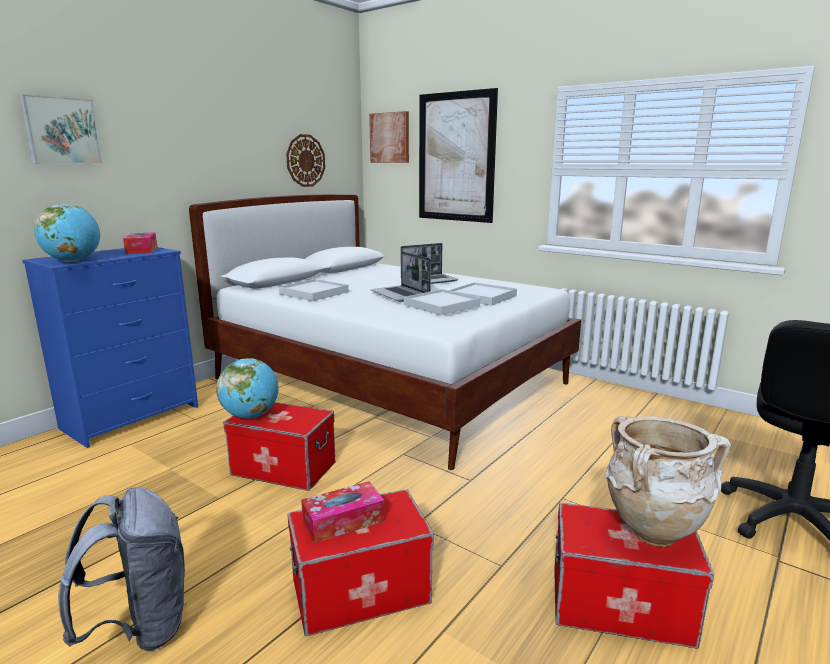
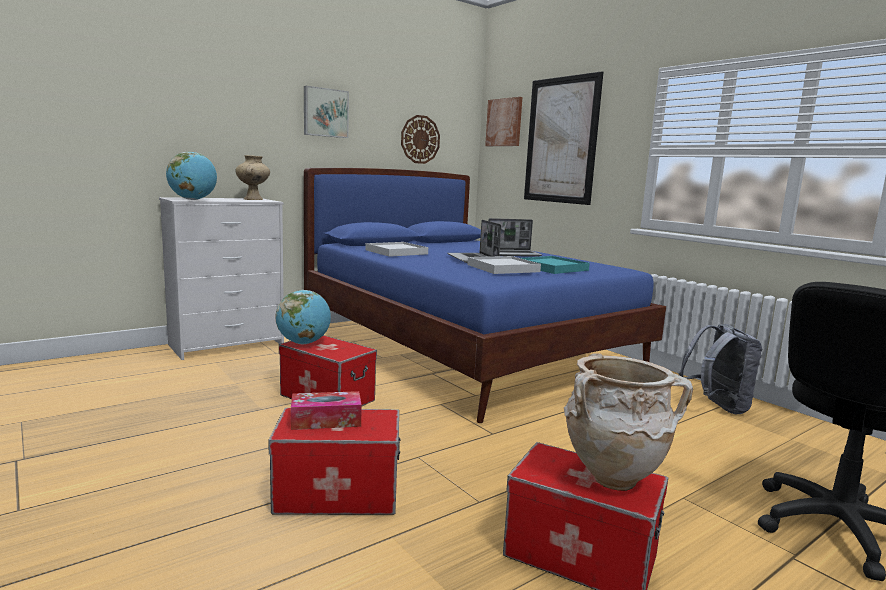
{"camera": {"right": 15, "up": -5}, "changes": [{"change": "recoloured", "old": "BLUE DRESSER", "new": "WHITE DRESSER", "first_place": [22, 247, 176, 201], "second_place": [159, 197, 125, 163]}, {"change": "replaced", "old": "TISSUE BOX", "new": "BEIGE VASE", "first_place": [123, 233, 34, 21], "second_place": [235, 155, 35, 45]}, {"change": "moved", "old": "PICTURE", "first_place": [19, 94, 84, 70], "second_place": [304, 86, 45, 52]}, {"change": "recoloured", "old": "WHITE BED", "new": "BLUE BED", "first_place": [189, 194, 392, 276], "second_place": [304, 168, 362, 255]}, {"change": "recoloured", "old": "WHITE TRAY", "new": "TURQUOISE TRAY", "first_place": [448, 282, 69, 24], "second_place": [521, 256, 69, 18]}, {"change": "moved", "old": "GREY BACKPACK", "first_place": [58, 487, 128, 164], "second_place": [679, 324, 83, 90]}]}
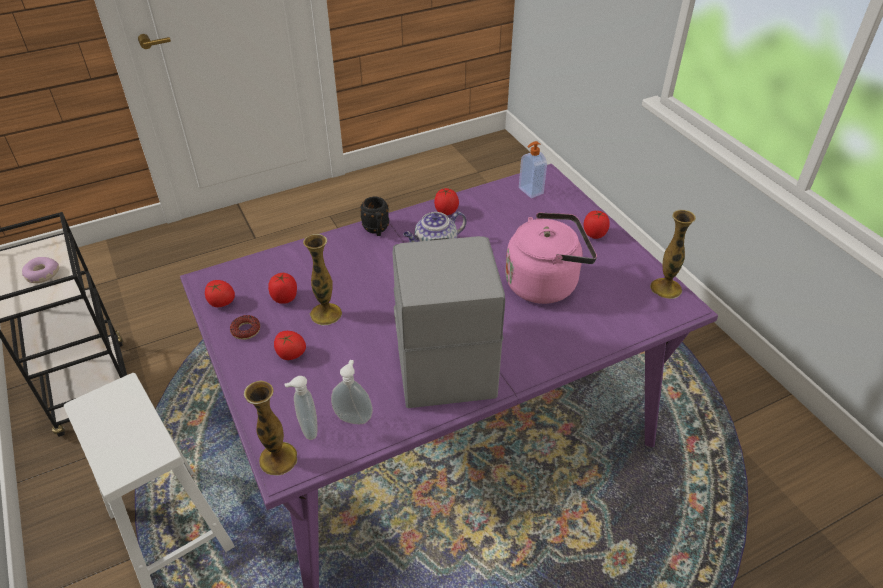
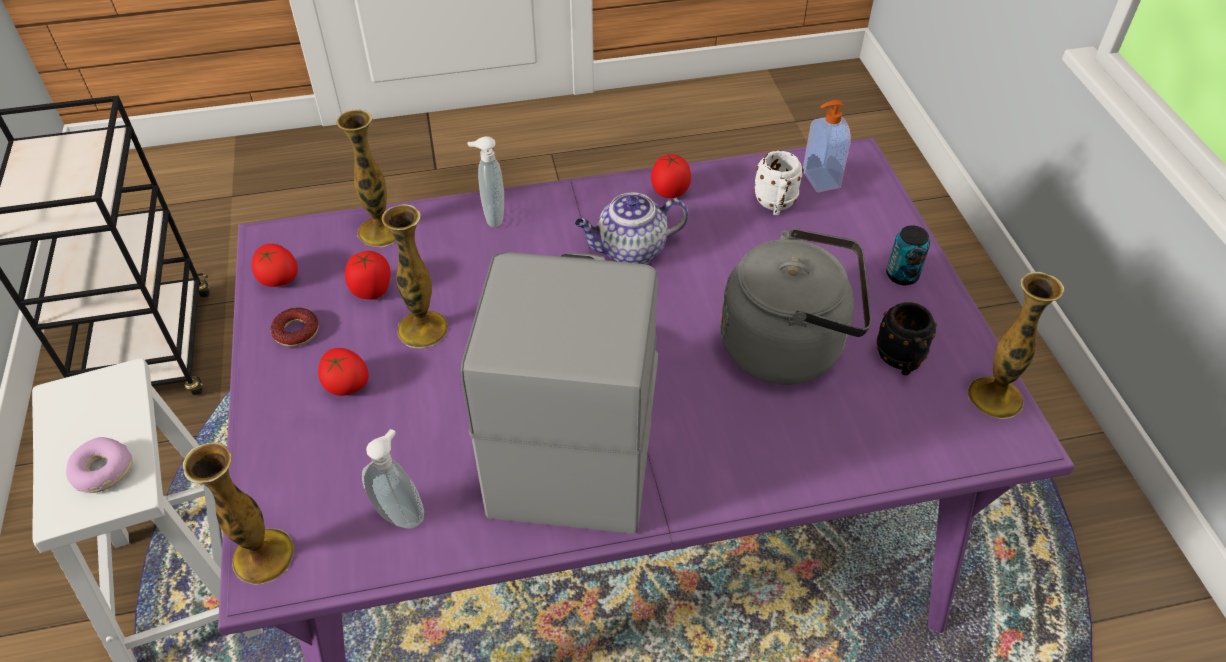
{"camera": {"right": 15, "up": 5}, "changes": [{"change": "moved", "old": "DONUT", "first_place": [22, 257, 37, 26], "second_place": [66, 437, 66, 56]}, {"change": "added", "new": "VASE", "second_place": [336, 109, 60, 138]}, {"change": "moved", "old": "SOAP DISPENSER", "first_place": [284, 376, 33, 64], "second_place": [467, 136, 37, 91]}, {"change": "recoloured", "old": "PINK KETTLE", "new": "GREY KETTLE", "first_place": [505, 212, 92, 92], "second_place": [721, 228, 150, 157]}, {"change": "added", "new": "WHITE MUG", "second_place": [754, 151, 50, 64]}, {"change": "moved", "old": "BLACK MUG", "first_place": [360, 197, 29, 39], "second_place": [877, 302, 60, 73]}, {"change": "replaced", "old": "TOMATO", "new": "CAN", "first_place": [584, 211, 26, 28], "second_place": [886, 225, 44, 60]}]}
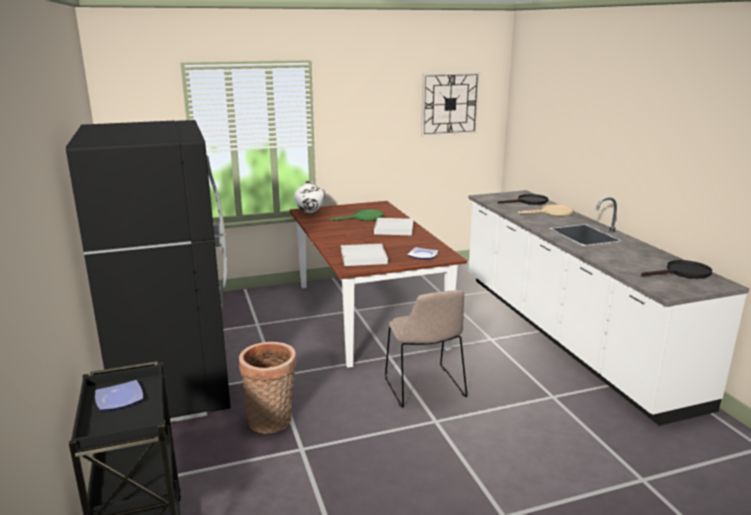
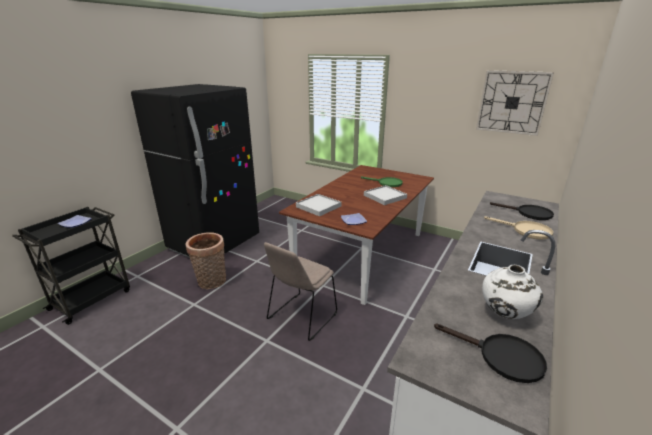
{"camera": {"right": 50, "up": 5}, "changes": [{"change": "moved", "old": "WHITE VASE", "first_place": [294, 181, 31, 32], "second_place": [482, 265, 61, 54]}]}
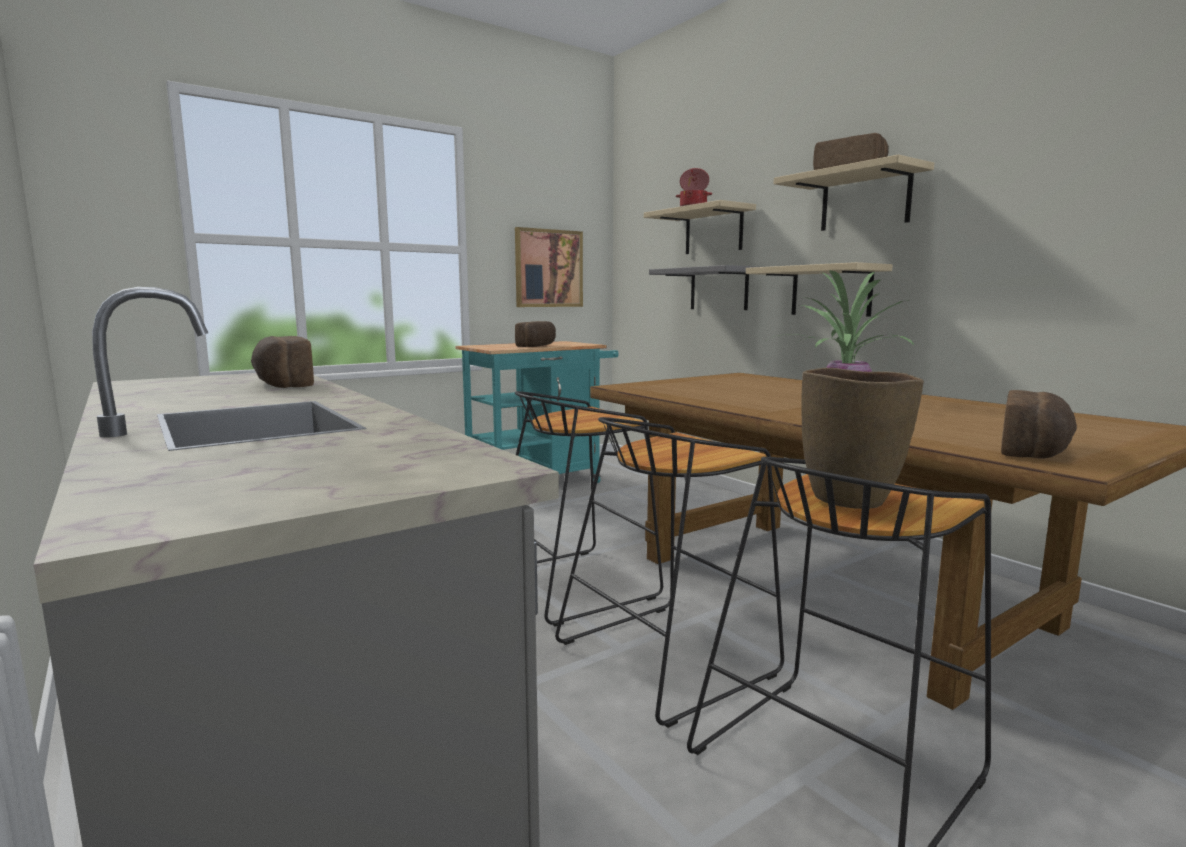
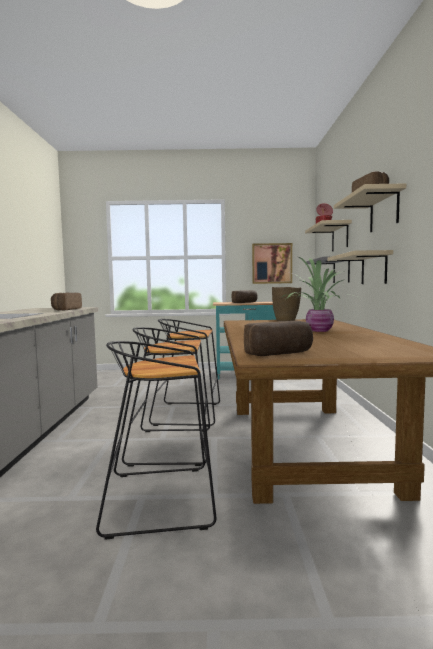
{"camera": {"right": 35, "up": -5}, "changes": [{"change": "moved", "old": "BROWN VASE", "first_place": [801, 368, 123, 141], "second_place": [272, 287, 29, 34]}]}
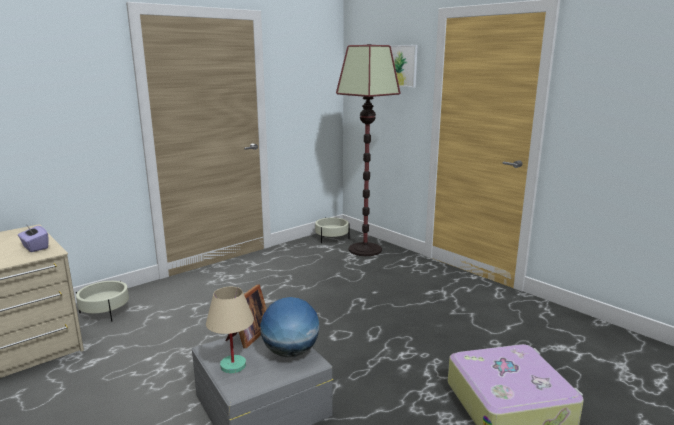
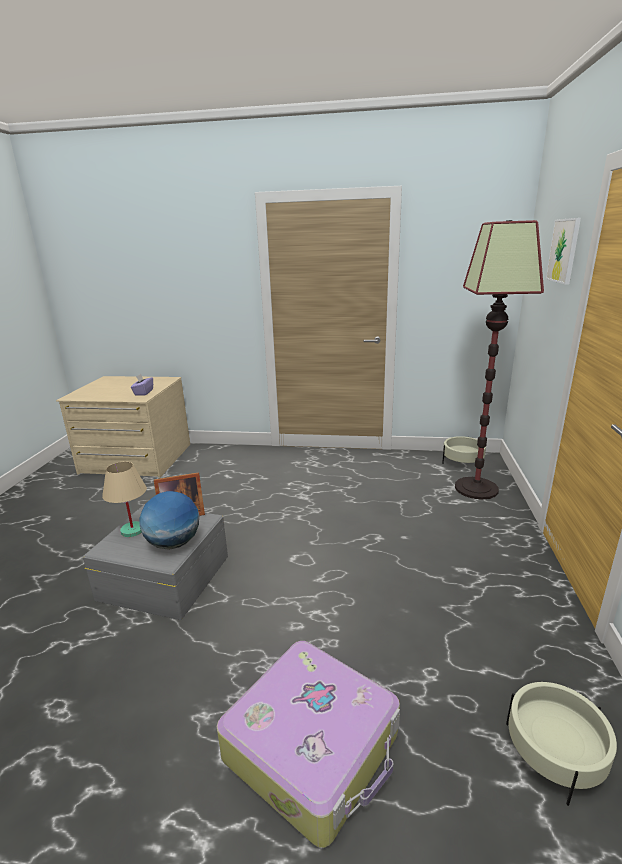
{"camera": {"right": 50, "up": 5}, "changes": [{"change": "moved", "old": "BEIGE PLANTER", "first_place": [76, 281, 53, 41], "second_place": [506, 682, 111, 124]}]}
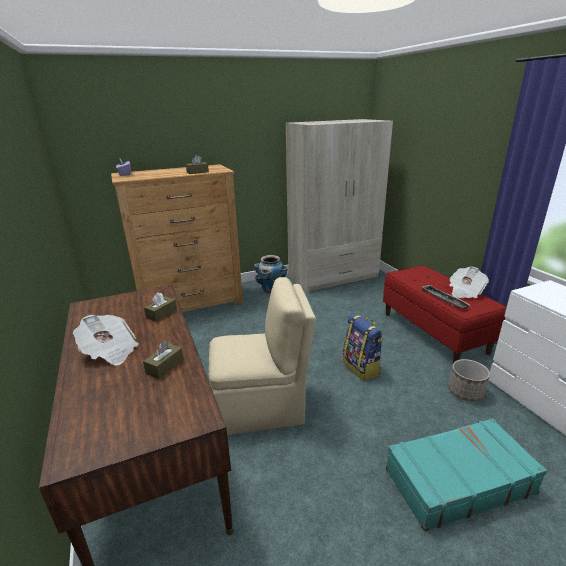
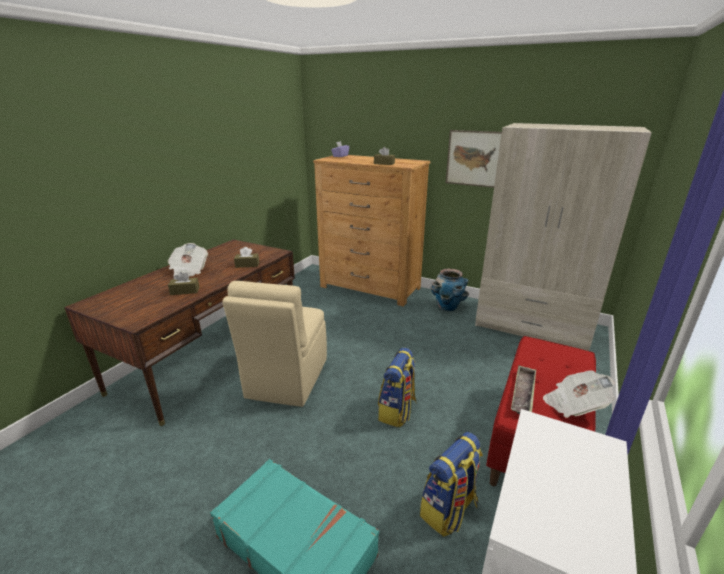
{"camera": {"right": 50, "up": 0}, "changes": [{"change": "turned", "old": "BEIGE CHAIR", "first_place": [209, 277, 107, 158], "second_place": [222, 281, 105, 126], "degrees": 60}, {"change": "replaced", "old": "PLANTER", "new": "BACKPACK", "first_place": [449, 359, 41, 43], "second_place": [420, 432, 63, 105]}, {"change": "added", "new": "PICTURE", "second_place": [445, 130, 57, 58]}]}
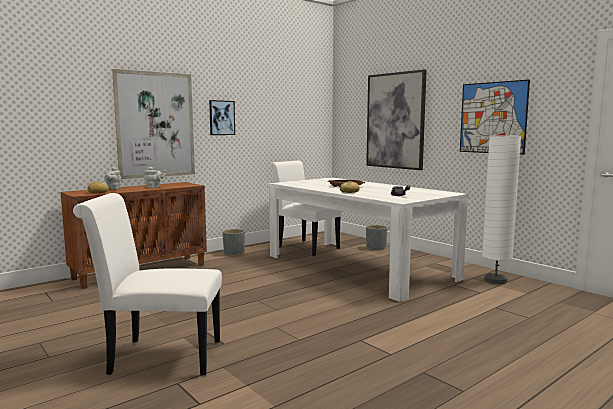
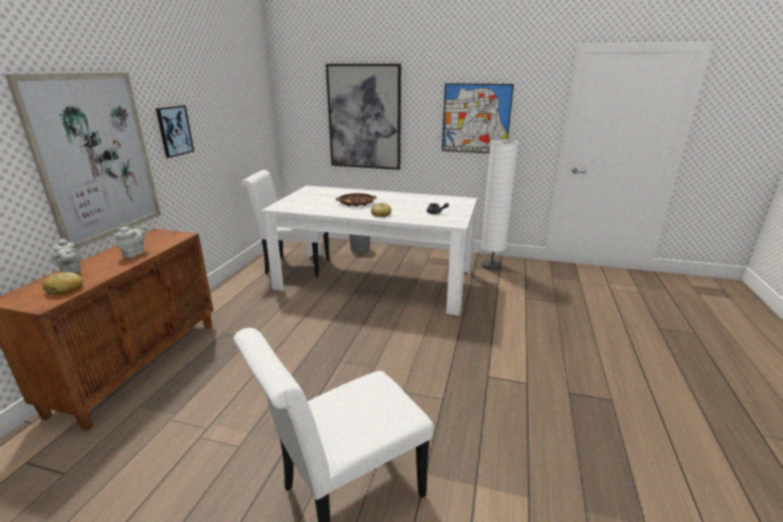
{"camera": {"right": -35, "up": 15}, "changes": [{"change": "removed", "old": "GREY PLANTER", "first_place": [222, 229, 23, 27]}]}
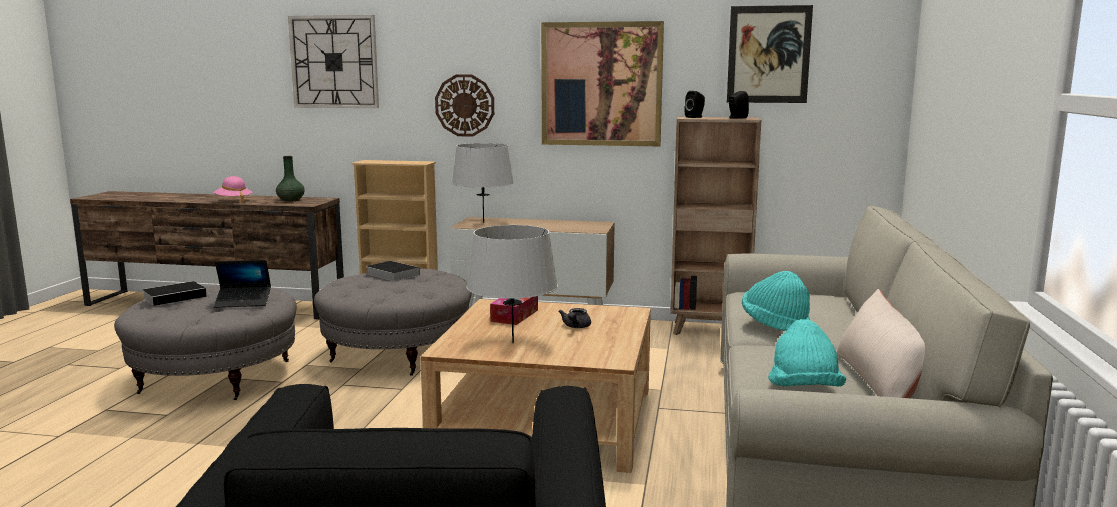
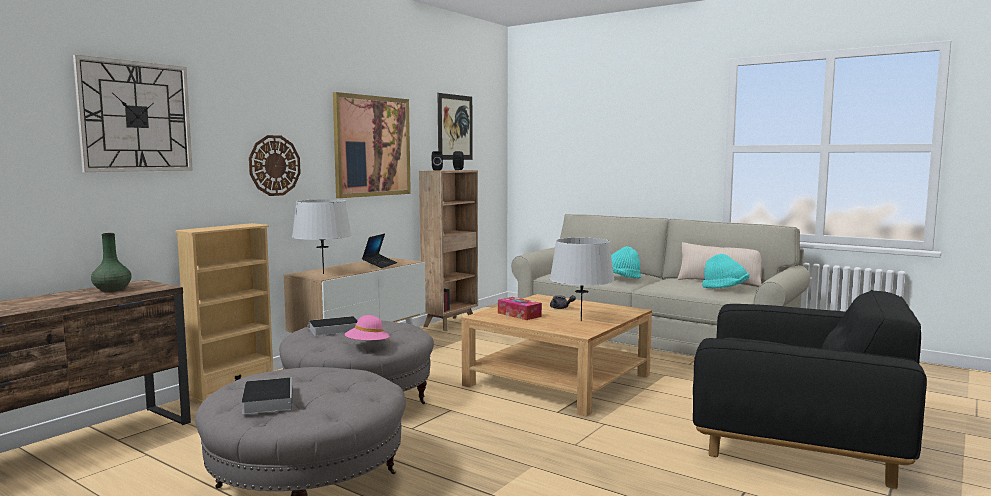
{"camera": {"right": -65, "up": -5}, "changes": [{"change": "moved", "old": "PINK HAT", "first_place": [214, 176, 39, 27], "second_place": [345, 315, 44, 25]}, {"change": "moved", "old": "LAPTOP", "first_place": [214, 260, 57, 48], "second_place": [362, 234, 35, 34]}]}
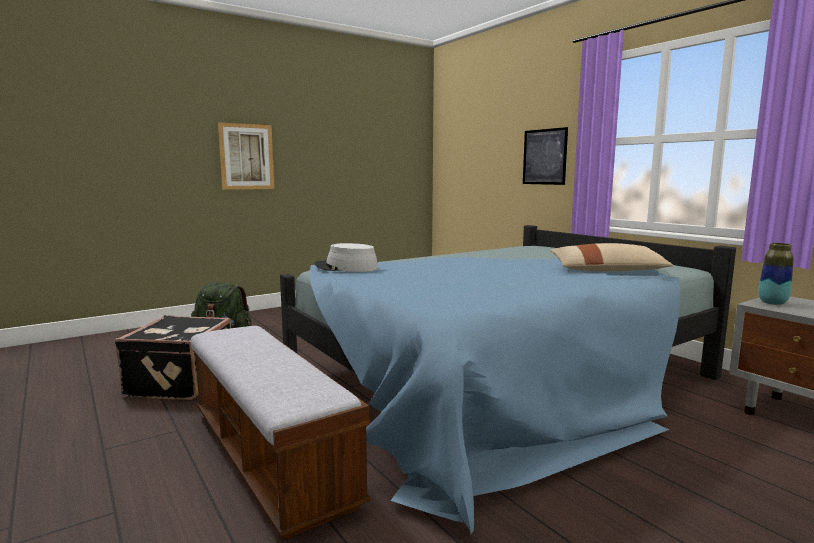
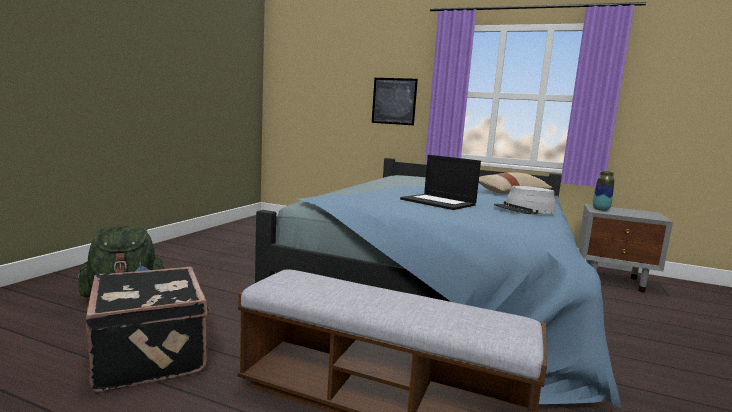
{"camera": {"right": -35, "up": 0}, "changes": [{"change": "added", "new": "LAPTOP", "second_place": [400, 155, 81, 55]}, {"change": "moved", "old": "GREY HAT", "first_place": [315, 243, 63, 29], "second_place": [494, 186, 62, 28]}, {"change": "removed", "old": "PICTURE", "first_place": [218, 122, 56, 68]}]}
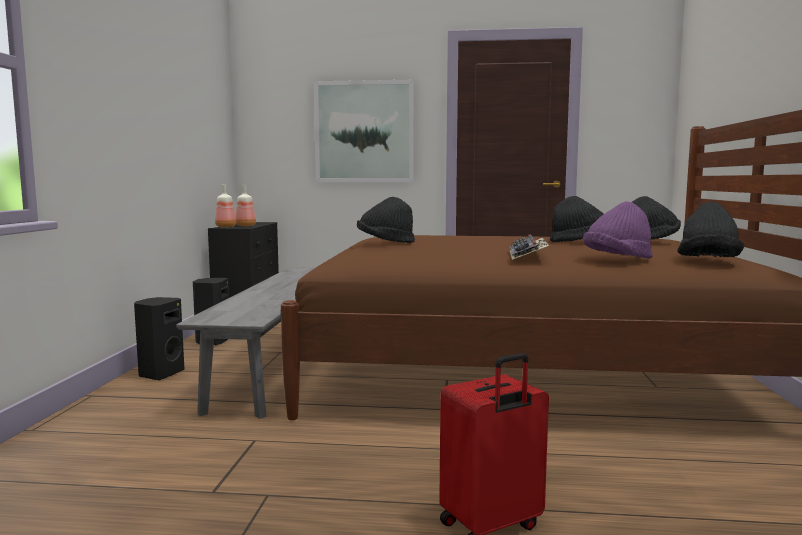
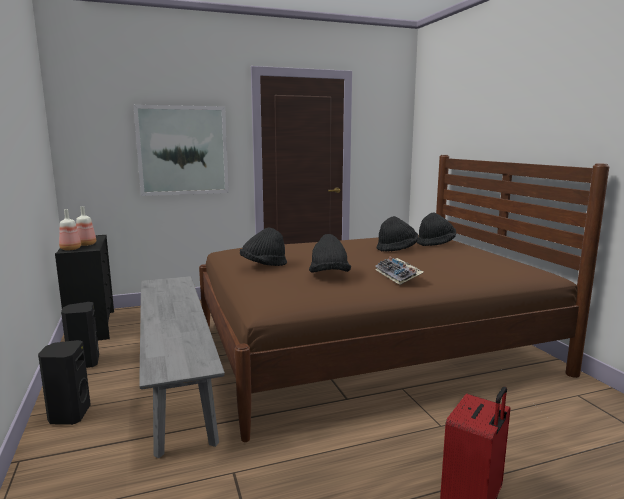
{"camera": {"right": -25, "up": 5}, "changes": [{"change": "moved", "old": "BLACK HAT", "first_place": [677, 202, 67, 55], "second_place": [309, 234, 42, 39]}, {"change": "removed", "old": "PURPLE HAT", "first_place": [583, 201, 70, 58]}]}
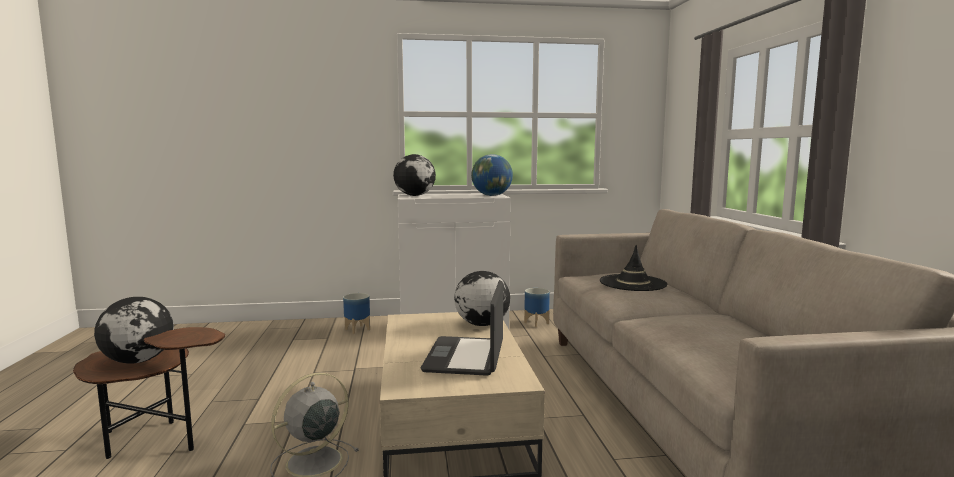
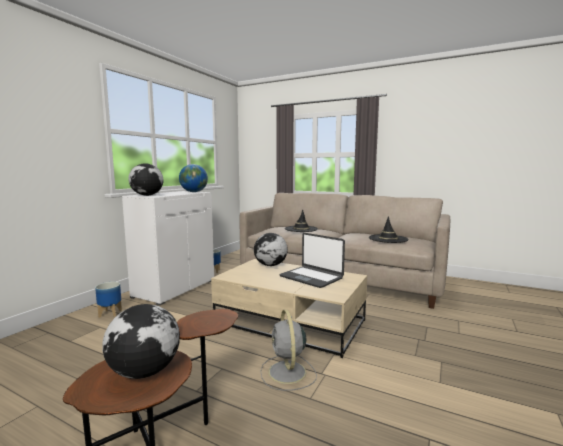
{"camera": {"right": -55, "up": 0}, "changes": [{"change": "added", "new": "BLACK HAT", "second_place": [369, 216, 39, 27]}]}
